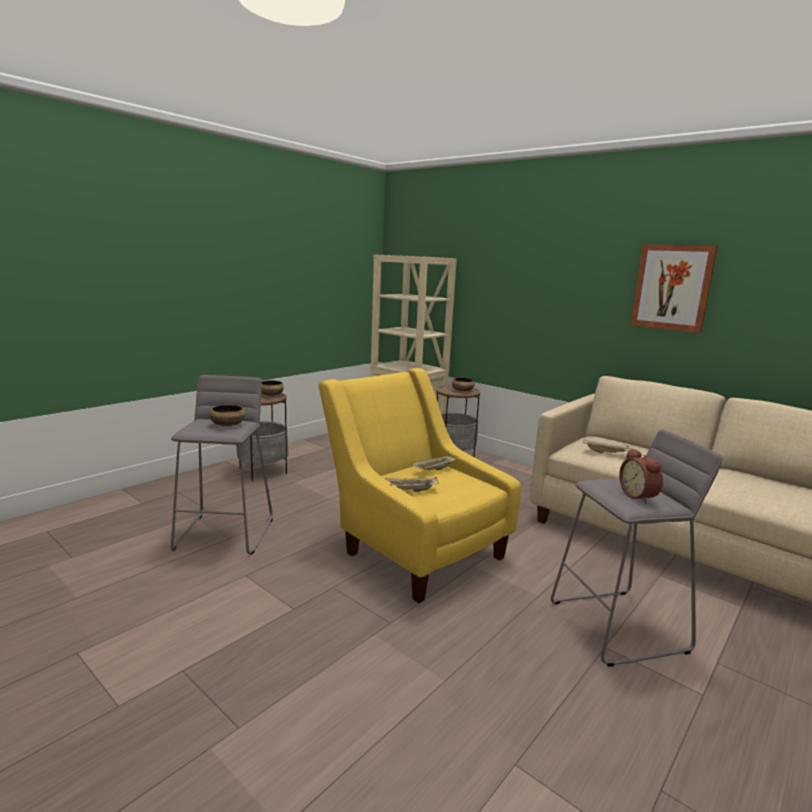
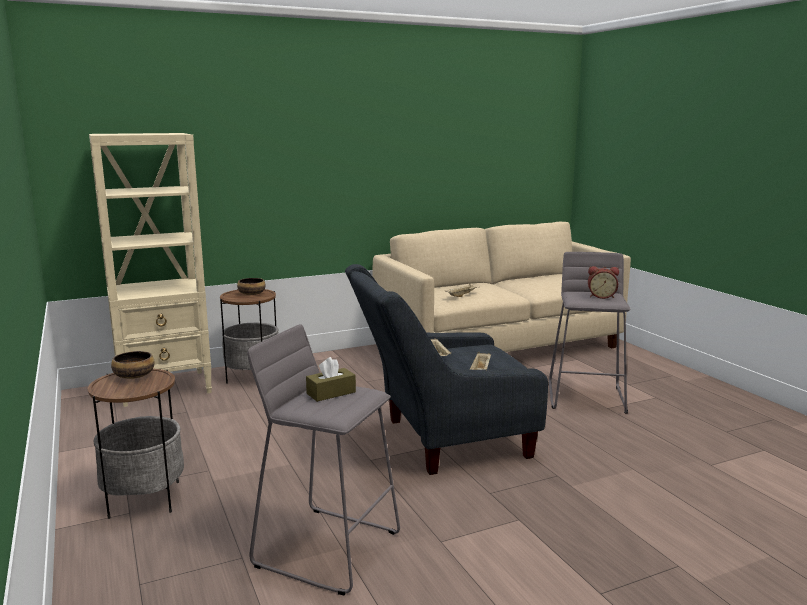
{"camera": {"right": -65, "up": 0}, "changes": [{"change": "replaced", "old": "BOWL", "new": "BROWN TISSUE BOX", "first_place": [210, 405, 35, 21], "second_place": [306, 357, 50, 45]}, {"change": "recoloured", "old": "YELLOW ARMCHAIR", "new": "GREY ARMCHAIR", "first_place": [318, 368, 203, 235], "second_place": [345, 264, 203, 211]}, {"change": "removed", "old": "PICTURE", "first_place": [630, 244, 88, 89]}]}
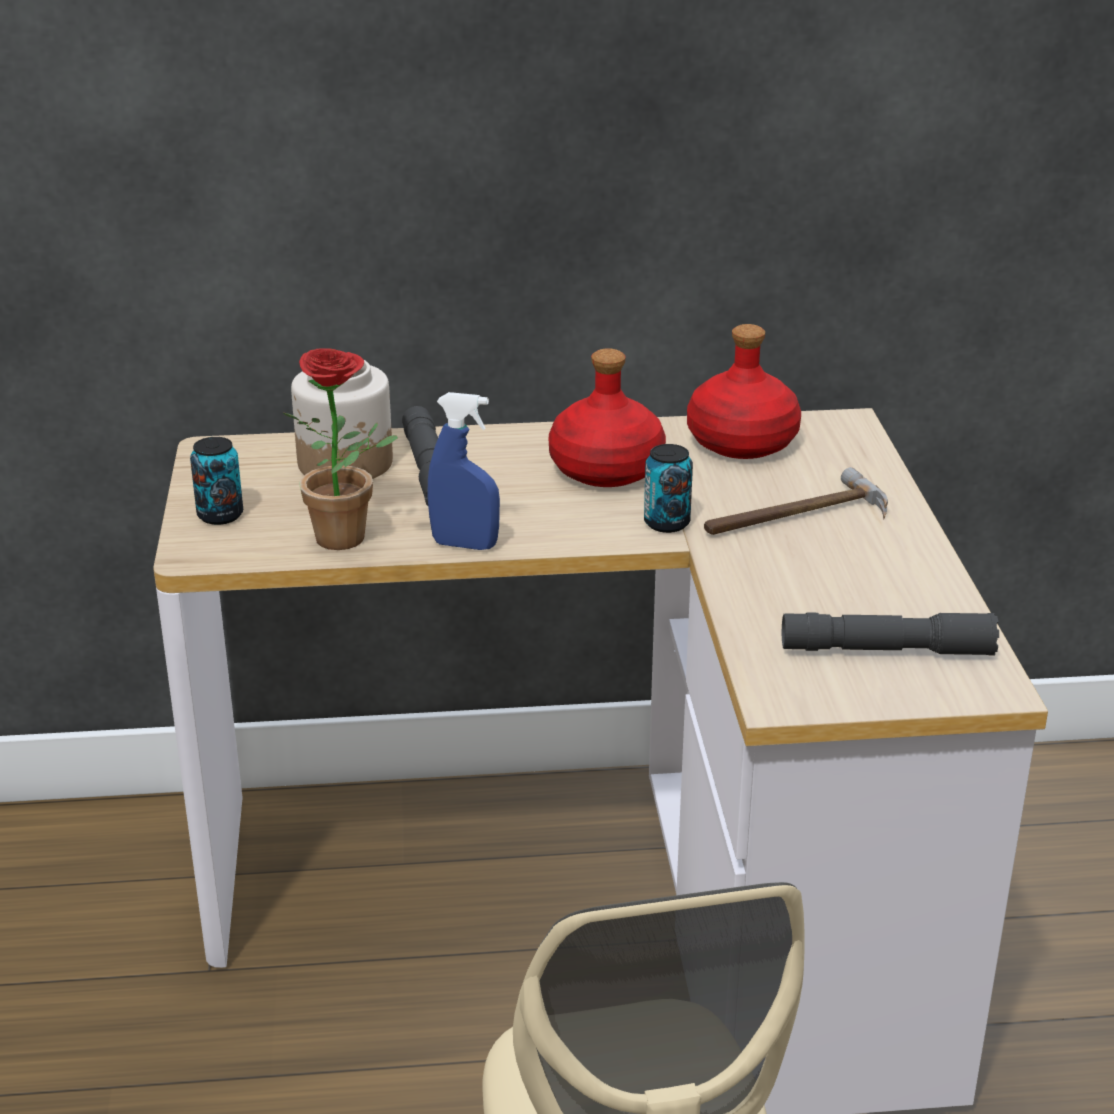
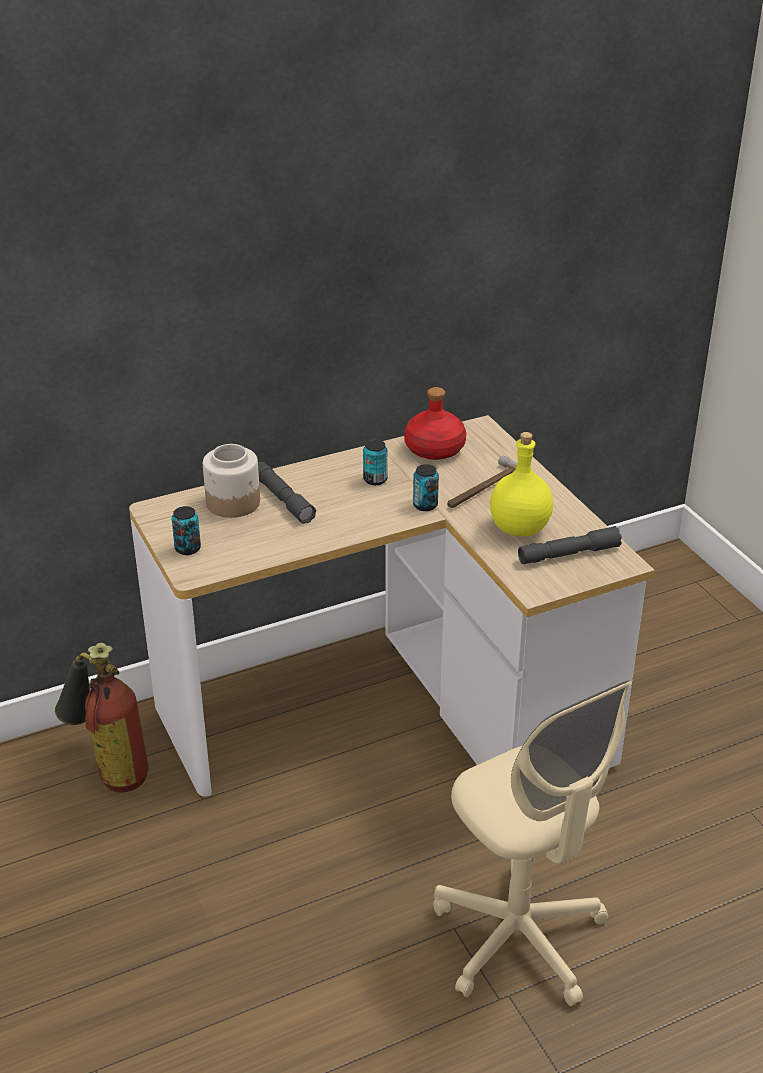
{"camera": {"right": -20, "up": 5}, "changes": [{"change": "added", "new": "FIRE EXTINGUISHER", "second_place": [55, 643, 94, 149]}, {"change": "replaced", "old": "RED BOTTLE", "new": "CAN", "first_place": [549, 348, 117, 139], "second_place": [363, 440, 25, 45]}, {"change": "added", "new": "YELLOW BOTTLE", "second_place": [490, 432, 63, 105]}, {"change": "removed", "old": "POTTED PLANT", "first_place": [282, 348, 116, 202]}, {"change": "removed", "old": "BLUE SPRAY BOTTLE", "first_place": [427, 392, 73, 158]}]}
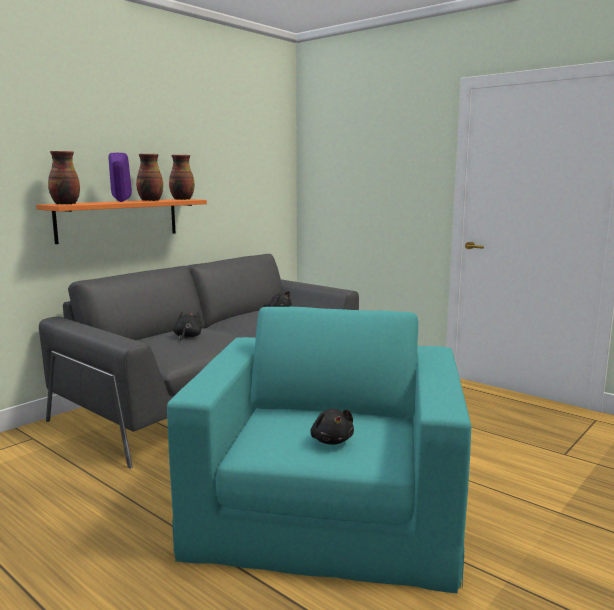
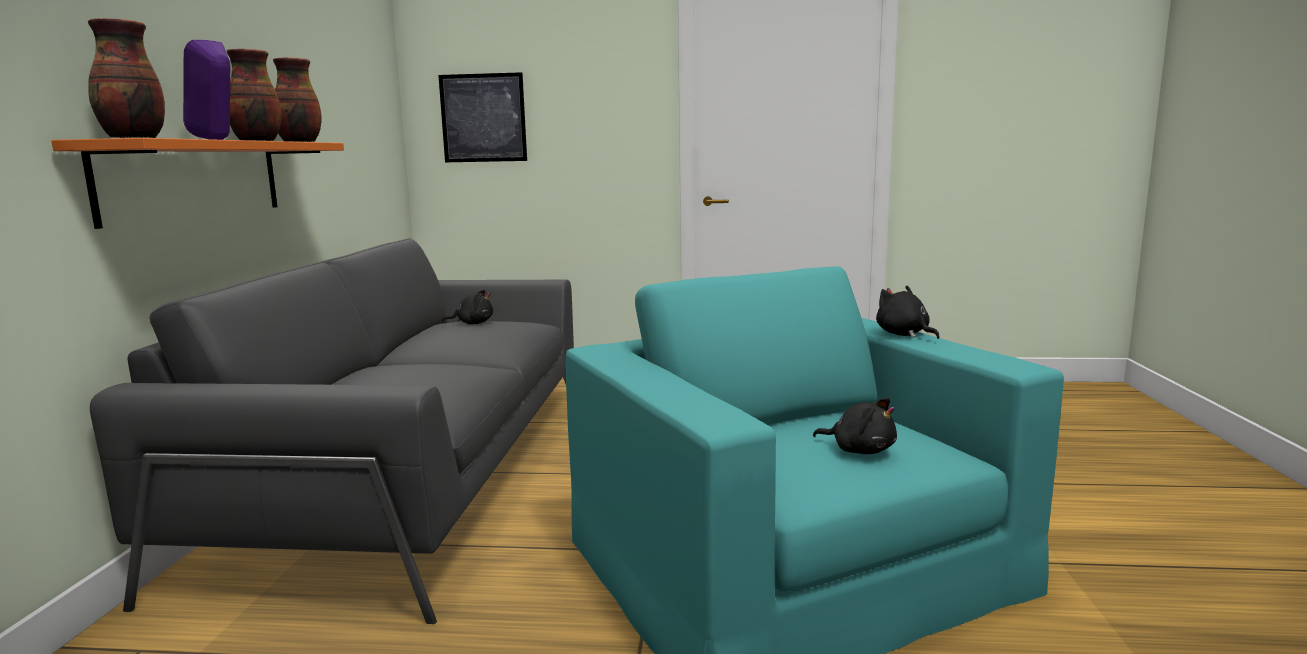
{"camera": {"right": -35, "up": 0}, "changes": [{"change": "added", "new": "PICTURE", "second_place": [438, 72, 89, 90]}, {"change": "moved", "old": "BLACK PLUSH TOY", "first_place": [173, 312, 29, 29], "second_place": [876, 286, 64, 53]}]}
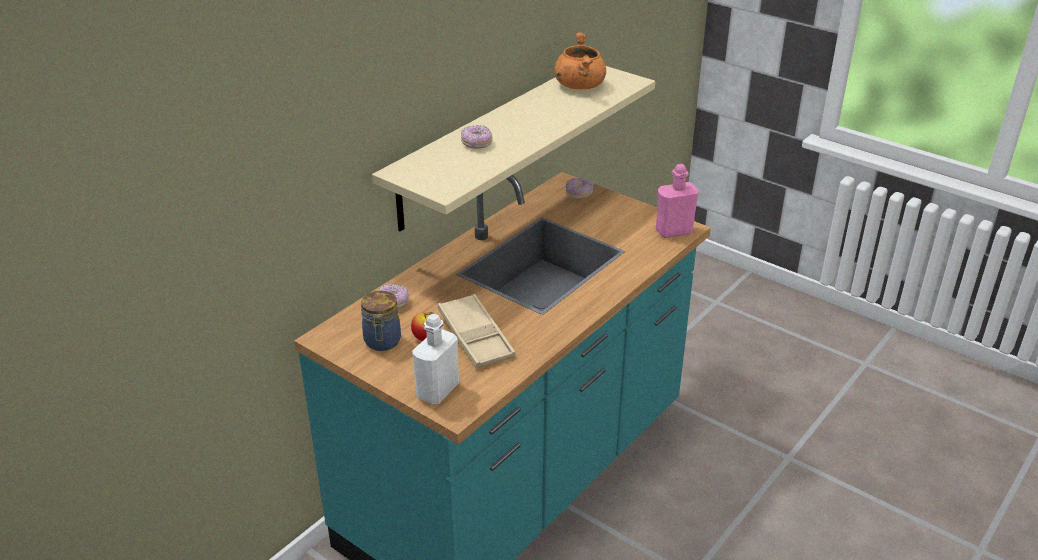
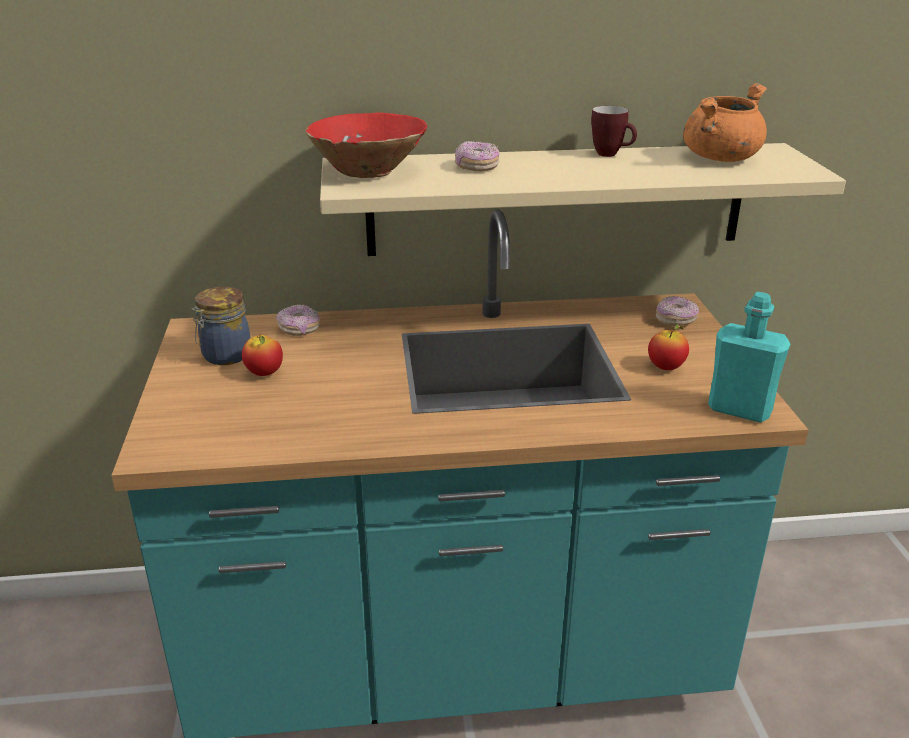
{"camera": {"right": 45, "up": -5}, "changes": [{"change": "added", "new": "RED BOWL", "second_place": [305, 112, 122, 66]}, {"change": "added", "new": "MUG", "second_place": [591, 106, 46, 51]}, {"change": "added", "new": "APPLE", "second_place": [648, 324, 41, 46]}, {"change": "recoloured", "old": "PINK BOTTLE", "new": "TURQUOISE BOTTLE", "first_place": [656, 164, 42, 74], "second_place": [708, 292, 82, 131]}, {"change": "removed", "old": "WHITE BOTTLE", "first_place": [412, 314, 47, 90]}, {"change": "removed", "old": "BEIGE TRAY", "first_place": [438, 294, 77, 75]}]}
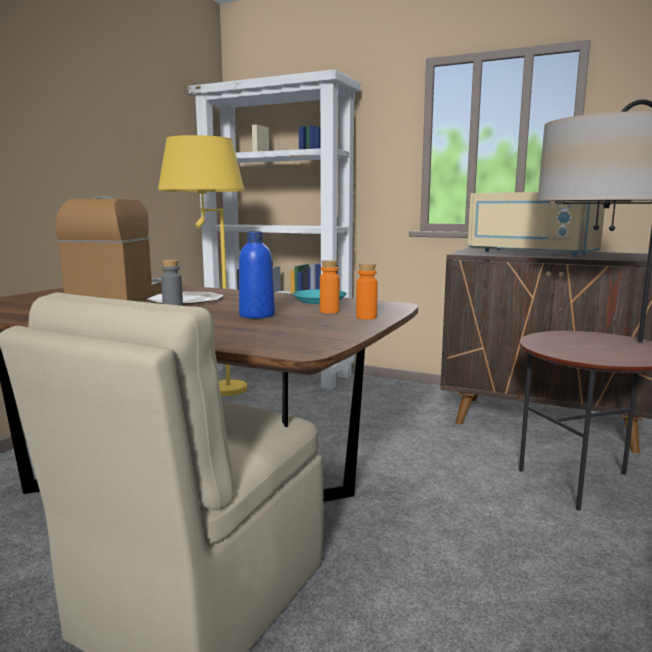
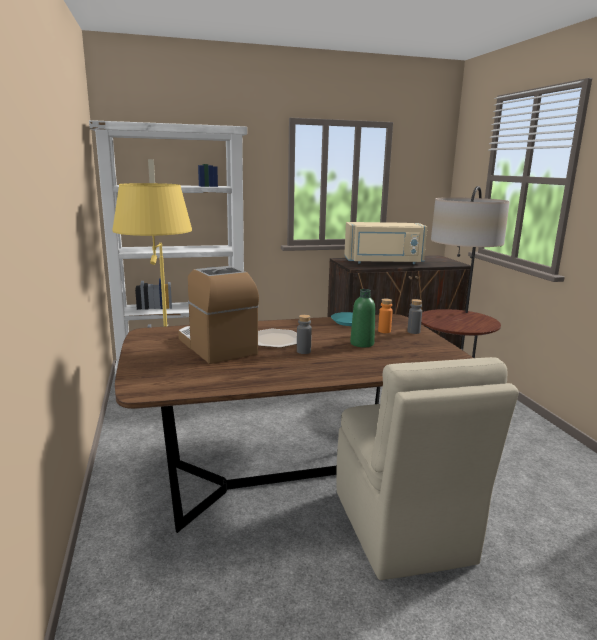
{"camera": {"right": -40, "up": 5}, "changes": [{"change": "recoloured", "old": "BLUE BOTTLE", "new": "GREEN BOTTLE", "first_place": [239, 232, 36, 87], "second_place": [350, 289, 25, 58]}, {"change": "recoloured", "old": "ORANGE BOTTLE", "new": "GREY BOTTLE", "first_place": [356, 263, 22, 57], "second_place": [407, 299, 15, 35]}]}
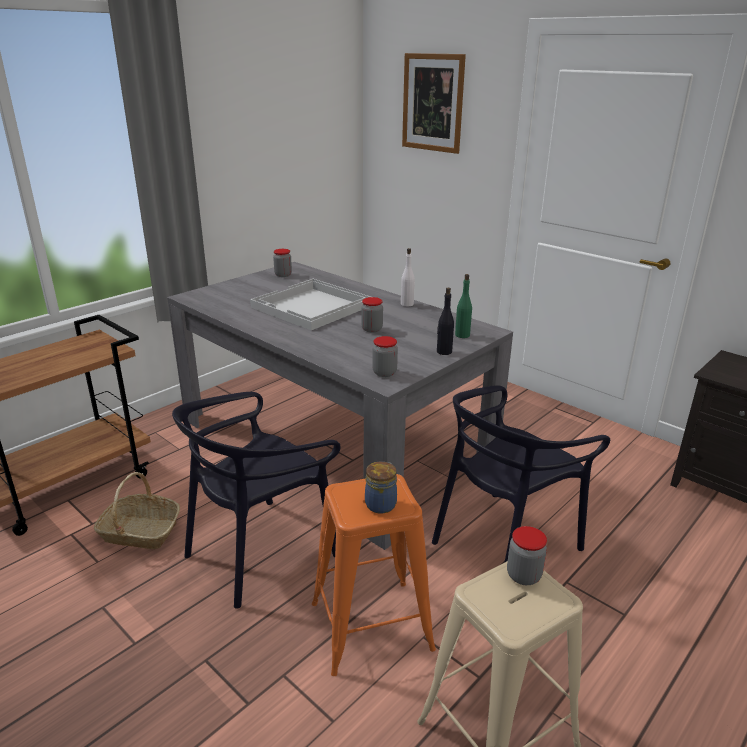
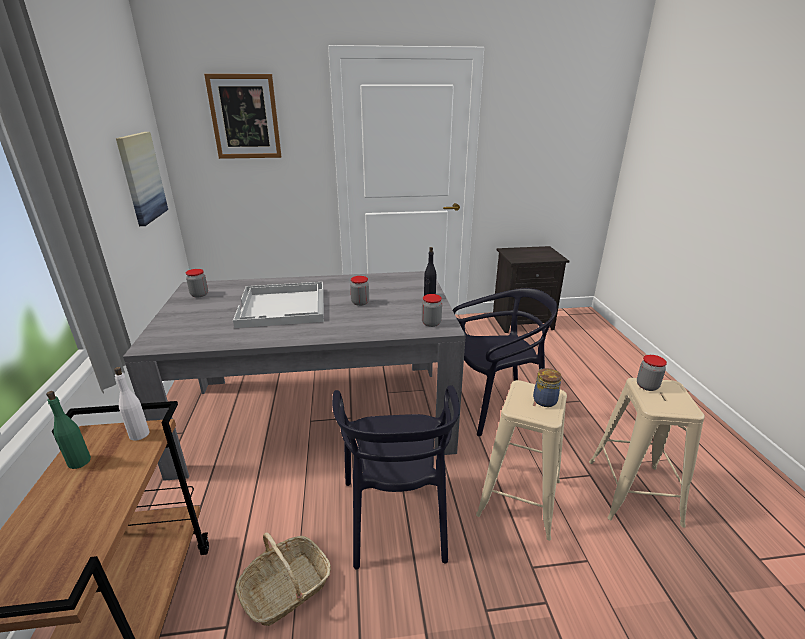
{"camera": {"right": -50, "up": 0}, "changes": [{"change": "moved", "old": "GREEN BOTTLE", "first_place": [455, 274, 17, 64], "second_place": [46, 391, 45, 78]}, {"change": "moved", "old": "WHITE BOTTLE", "first_place": [401, 248, 14, 58], "second_place": [114, 367, 35, 74]}, {"change": "added", "new": "PICTURE", "second_place": [116, 132, 52, 94]}, {"change": "turned", "old": "BLACK CHAIR", "first_place": [432, 385, 178, 178], "second_place": [453, 288, 104, 148], "degrees": -105}, {"change": "recoloured", "old": "ORANGE STOOL", "new": "BEIGE STOOL", "first_place": [312, 474, 124, 202], "second_place": [476, 380, 91, 161]}]}
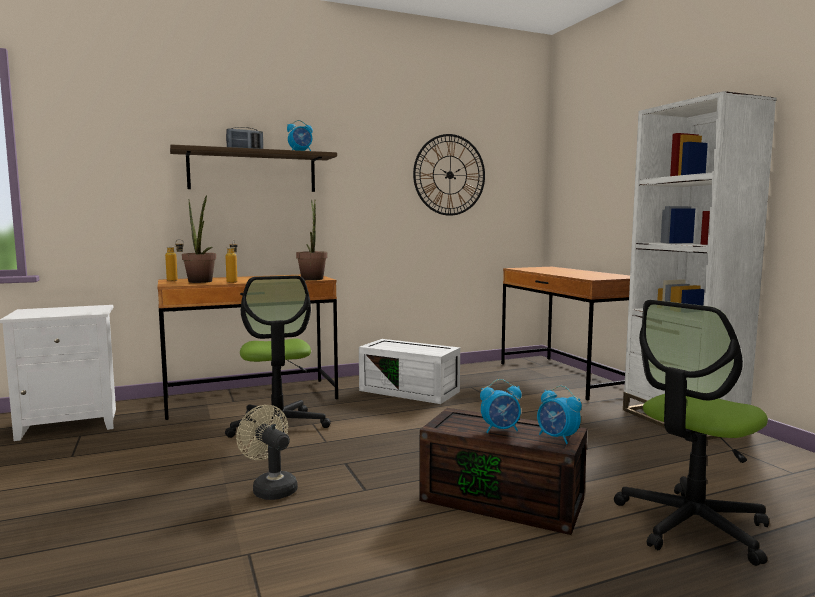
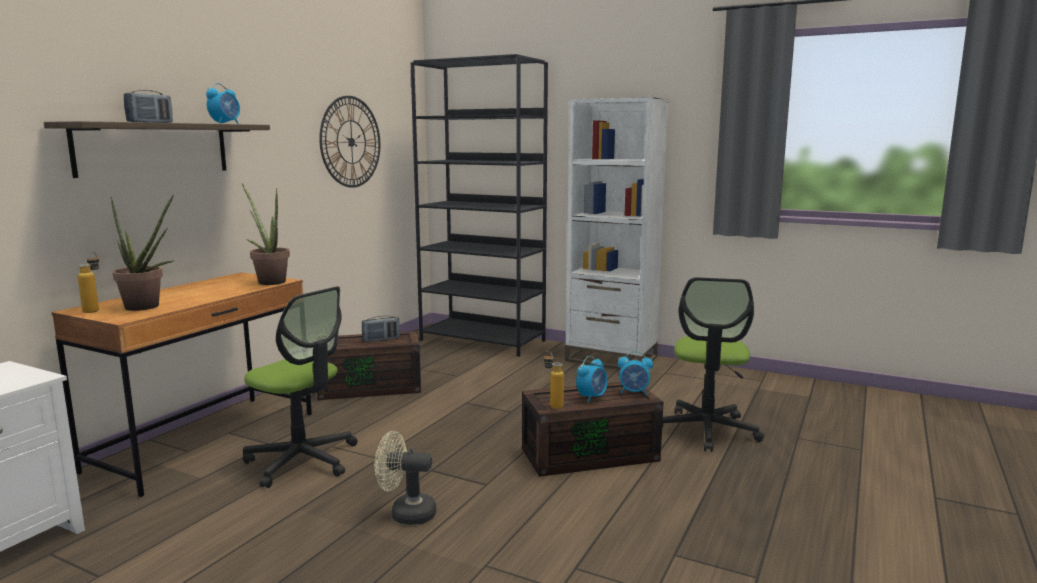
{"camera": {"right": -40, "up": 5}, "changes": [{"change": "recoloured", "old": "WHITE STORAGE BOX", "new": "BROWN STORAGE BOX", "first_place": [359, 339, 101, 65], "second_place": [317, 331, 104, 69]}, {"change": "added", "new": "RADIO", "second_place": [362, 316, 38, 26]}, {"change": "replaced", "old": "BROWN DESK", "new": "BLACK BOOKCASE", "first_place": [501, 267, 129, 134], "second_place": [411, 54, 137, 303]}, {"change": "moved", "old": "BOTTLE", "first_place": [226, 241, 12, 42], "second_place": [544, 351, 20, 58]}]}
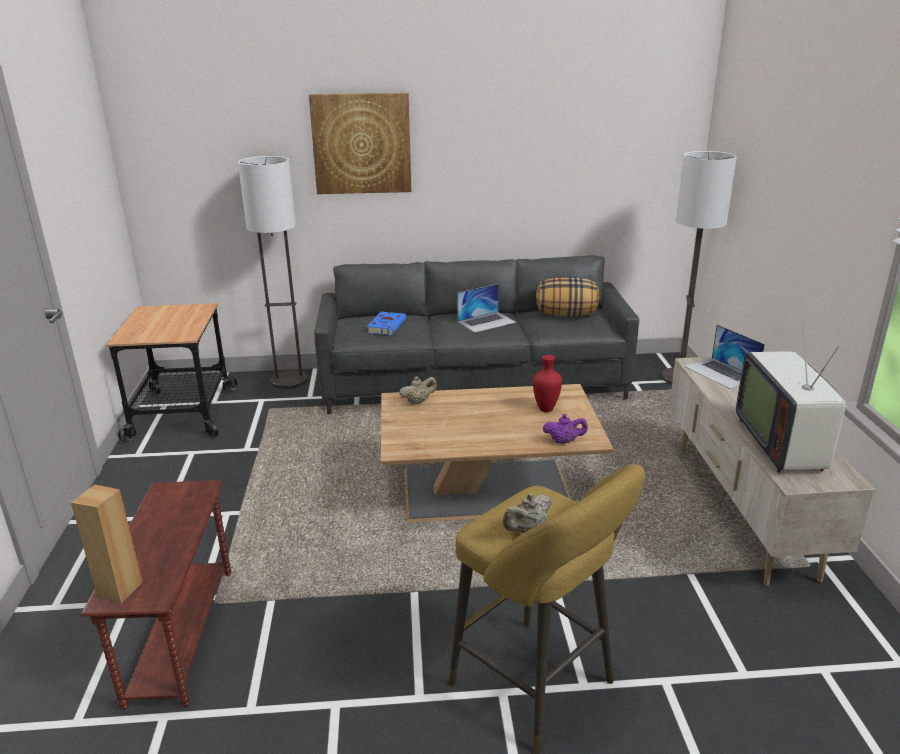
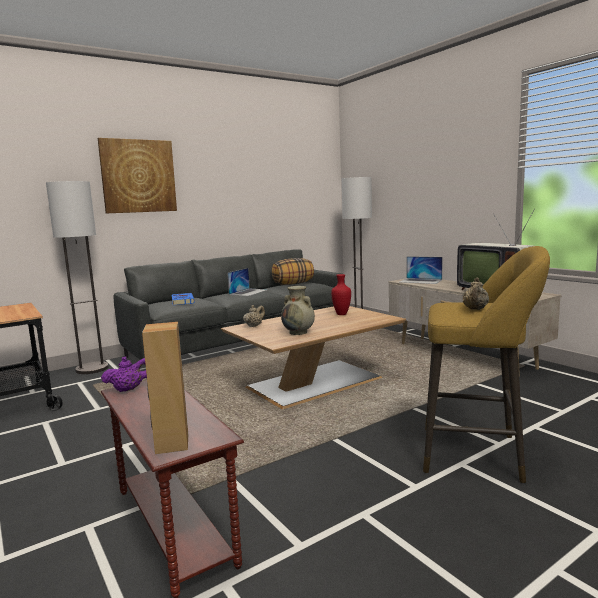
{"camera": {"right": -30, "up": -15}, "changes": [{"change": "moved", "old": "PURPLE TEAPOT", "first_place": [543, 414, 45, 30], "second_place": [101, 356, 46, 36]}, {"change": "added", "new": "BEIGE VASE", "second_place": [281, 286, 34, 49]}]}
